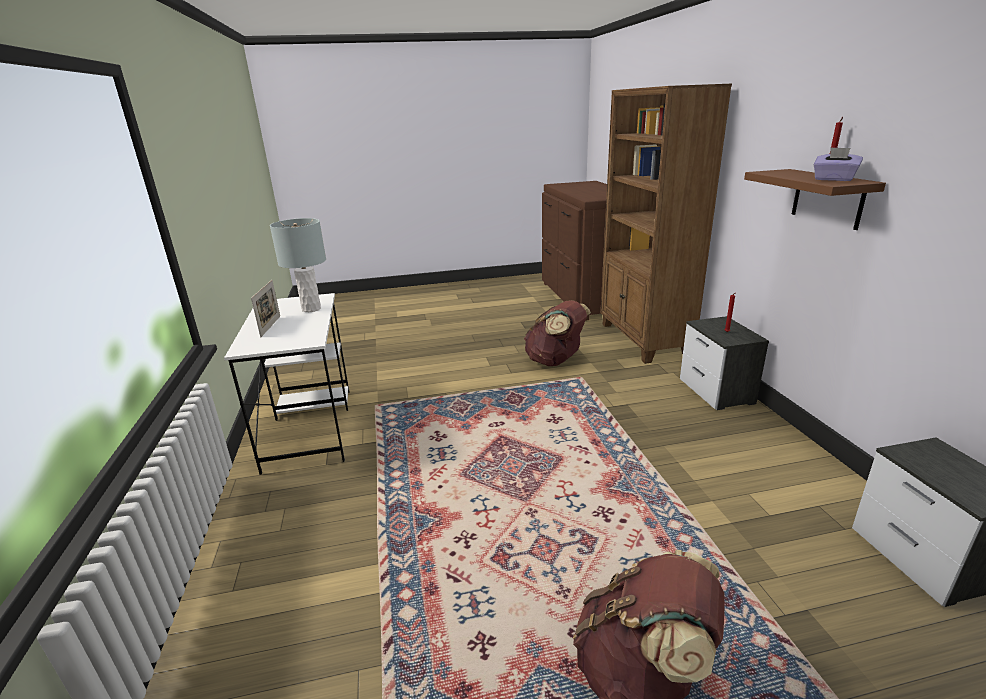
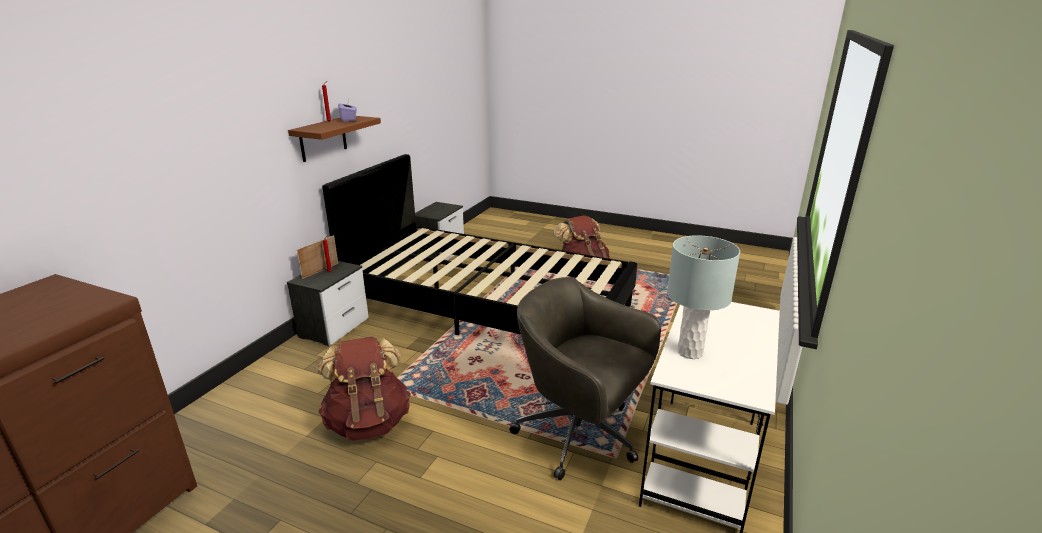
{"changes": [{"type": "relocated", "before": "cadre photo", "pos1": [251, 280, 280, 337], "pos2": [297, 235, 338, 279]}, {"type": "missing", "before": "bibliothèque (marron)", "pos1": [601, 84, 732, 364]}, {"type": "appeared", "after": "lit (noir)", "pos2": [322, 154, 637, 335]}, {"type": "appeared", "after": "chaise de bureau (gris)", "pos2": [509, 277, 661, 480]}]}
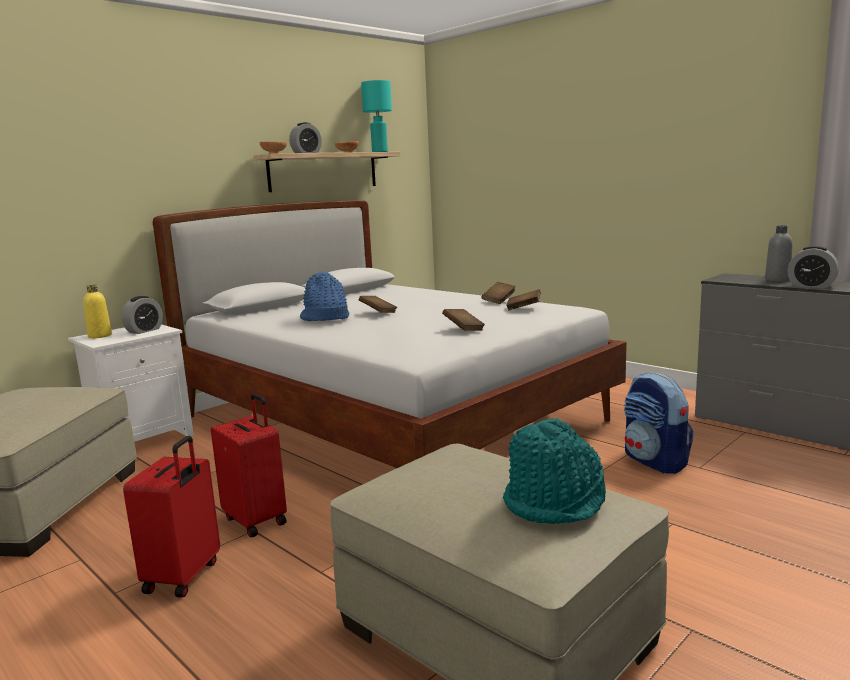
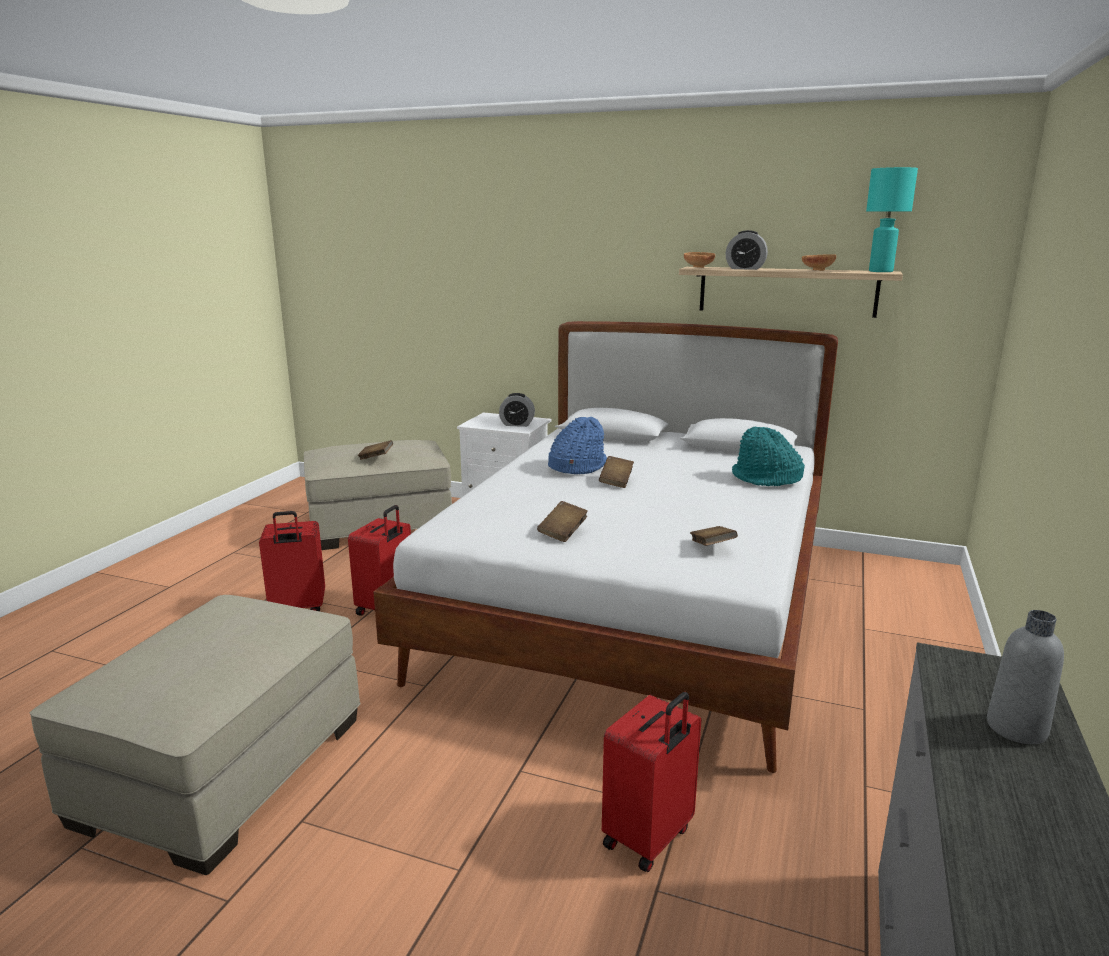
{"changes": [{"type": "missing", "before": "bouteille (jaune)", "pos1": [83, 285, 112, 338]}, {"type": "relocated", "before": "livre (marron)", "pos1": [482, 282, 516, 304], "pos2": [358, 440, 393, 460]}, {"type": "relocated", "before": "chapeau (turquoise)", "pos1": [503, 418, 606, 524], "pos2": [732, 427, 805, 486]}, {"type": "exchanged", "before": "sac à dos", "after": "valise (rouge)", "pos1": [624, 373, 693, 474], "pos2": [602, 692, 701, 872]}, {"type": "missing", "before": "réveil", "pos1": [787, 246, 839, 288]}]}
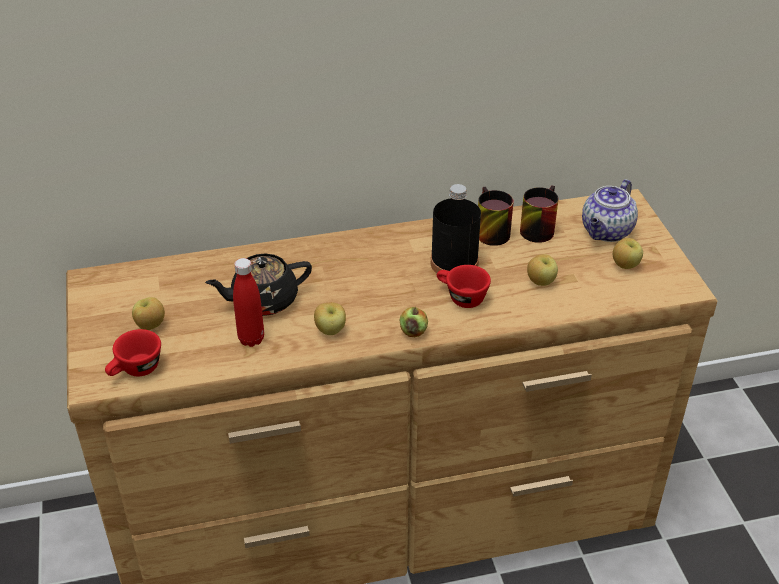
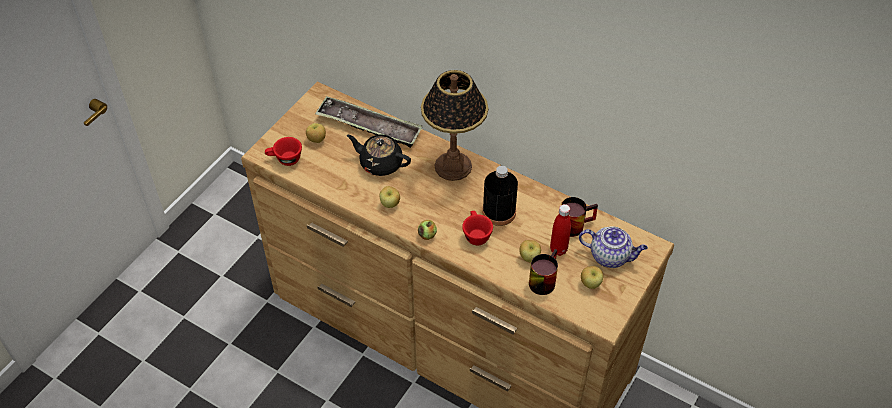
{"changes": [{"type": "relocated", "before": "bouteille (rouge)", "pos1": [233, 258, 264, 347], "pos2": [550, 204, 571, 256]}, {"type": "relocated", "before": "mug", "pos1": [478, 187, 514, 246], "pos2": [529, 249, 558, 295]}, {"type": "spun", "before": "théière", "pos1": [582, 179, 638, 242], "pos2": [579, 226, 648, 268], "turn": -150}, {"type": "appeared", "after": "plateau", "pos2": [315, 96, 423, 148]}, {"type": "appeared", "after": "lampe de table", "pos2": [421, 70, 488, 181]}]}
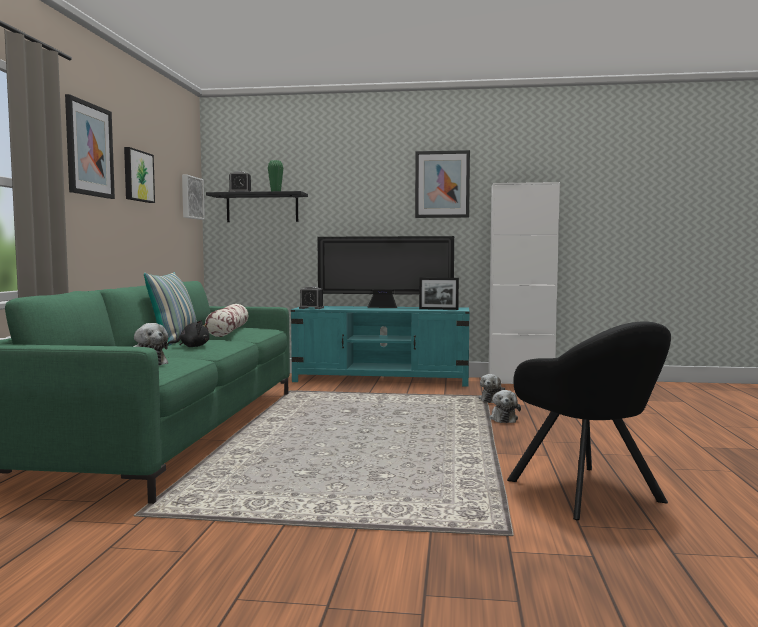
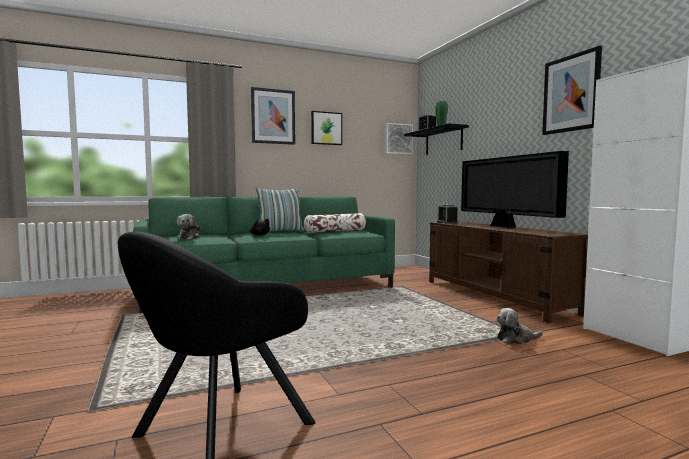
{"changes": [{"type": "colour", "before": "meuble télé (turquoise)", "after": "meuble télé (marron)", "pos1": [291, 306, 470, 387], "pos2": [429, 221, 588, 323]}, {"type": "missing", "before": "cadre photo", "pos1": [419, 278, 459, 310]}, {"type": "missing", "before": "peluche", "pos1": [489, 390, 521, 423]}]}
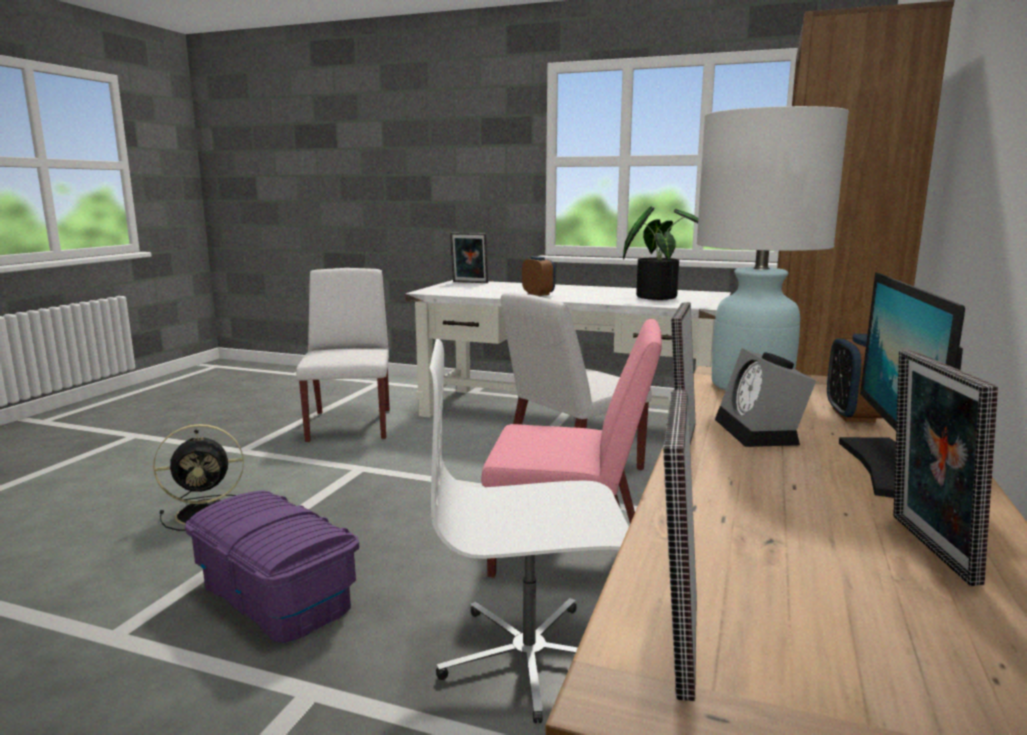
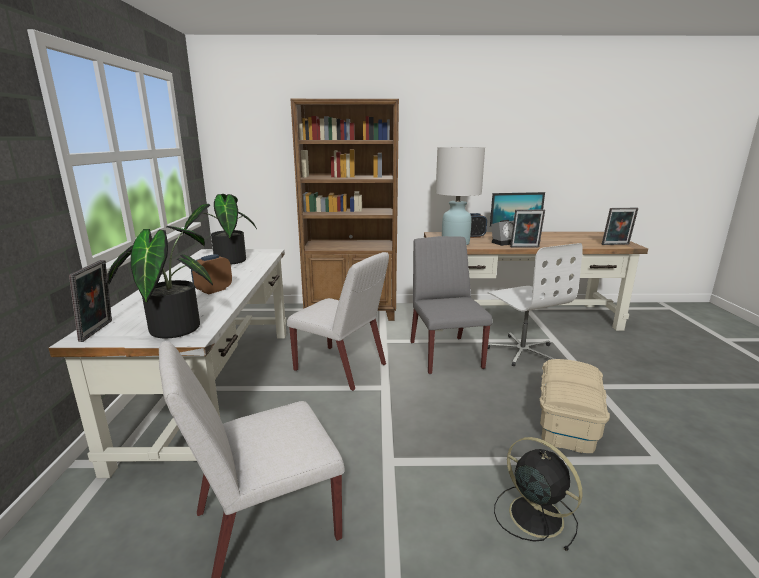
{"changes": [{"type": "colour", "before": "boîte de rangement (violet)", "after": "boîte de rangement (beige)", "pos1": [185, 491, 359, 643], "pos2": [540, 359, 610, 453]}, {"type": "colour", "before": "chaise (rose)", "after": "chaise (gris)", "pos1": [481, 319, 662, 578], "pos2": [410, 236, 492, 374]}, {"type": "missing", "before": "cadre photo", "pos1": [893, 350, 998, 586]}, {"type": "appeared", "after": "plante en pot", "pos2": [108, 226, 213, 338]}]}
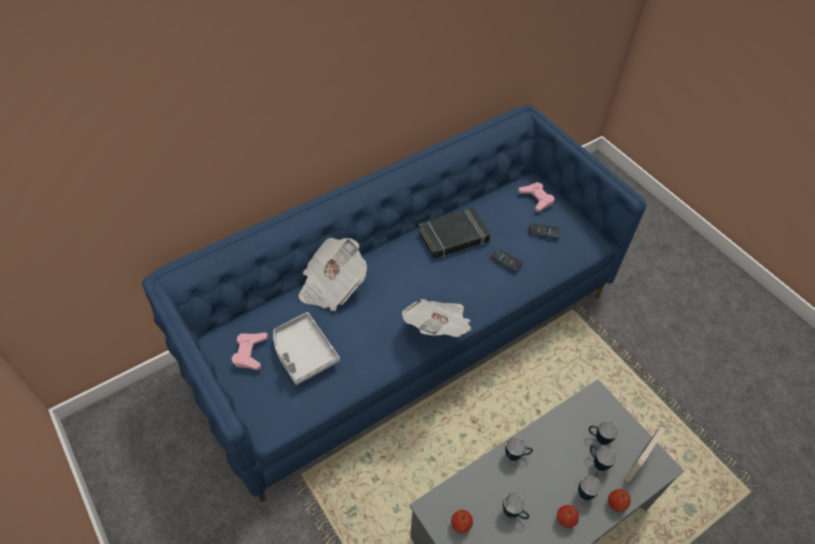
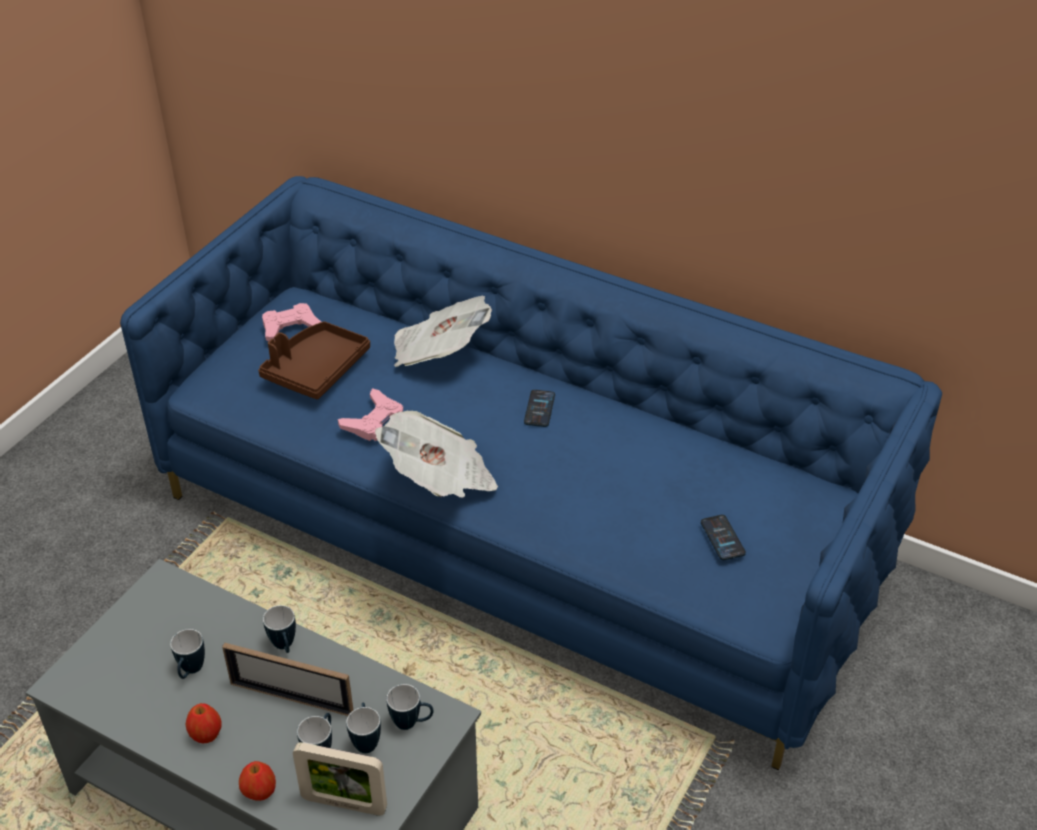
{"changes": [{"type": "colour", "before": "plateau (gris)", "after": "plateau (marron)", "pos1": [273, 312, 340, 385], "pos2": [258, 321, 370, 399]}, {"type": "missing", "before": "livre (noir)", "pos1": [418, 207, 491, 259]}, {"type": "missing", "before": "pomme", "pos1": [451, 510, 473, 534]}, {"type": "relocated", "before": "téléphone", "pos1": [490, 249, 523, 272], "pos2": [524, 390, 555, 427]}, {"type": "relocated", "before": "manette (rose)", "pos1": [518, 182, 555, 212], "pos2": [338, 388, 403, 441]}, {"type": "relocated", "before": "mug", "pos1": [578, 473, 601, 500], "pos2": [387, 684, 434, 730]}, {"type": "appeared", "after": "cadre photo", "pos2": [222, 643, 353, 716]}]}
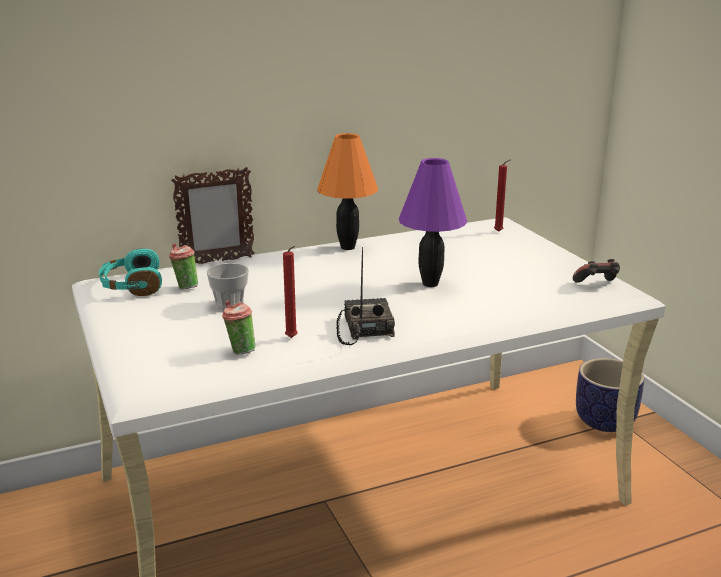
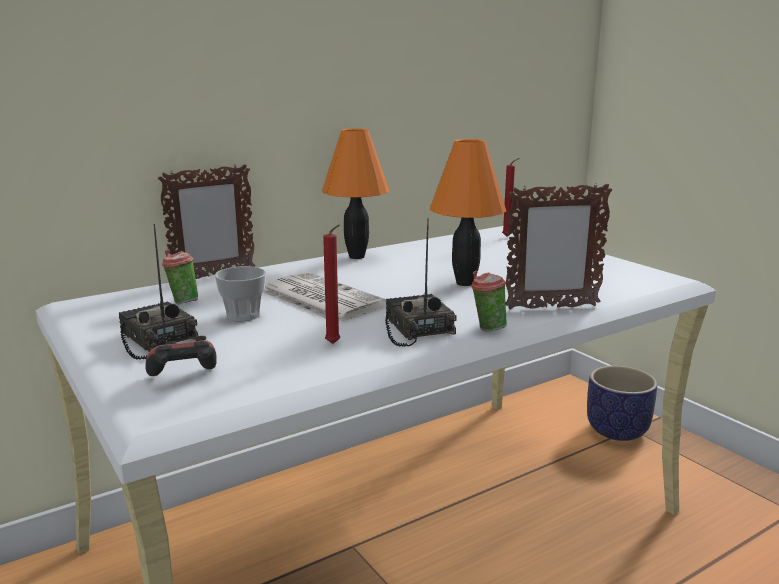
{"changes": [{"type": "missing", "before": "casque audio (turquoise)", "pos1": [99, 248, 162, 296]}, {"type": "relocated", "before": "tasse", "pos1": [222, 300, 255, 355], "pos2": [471, 270, 507, 332]}, {"type": "colour", "before": "lampe de table (violet)", "after": "lampe de table (orange)", "pos1": [399, 158, 467, 287], "pos2": [430, 139, 506, 286]}, {"type": "relocated", "before": "manette", "pos1": [573, 259, 620, 283], "pos2": [145, 336, 217, 376]}, {"type": "appeared", "after": "radio", "pos2": [118, 224, 198, 360]}, {"type": "appeared", "after": "journal", "pos2": [263, 272, 386, 322]}, {"type": "appeared", "after": "cadre photo", "pos2": [506, 184, 612, 310]}]}
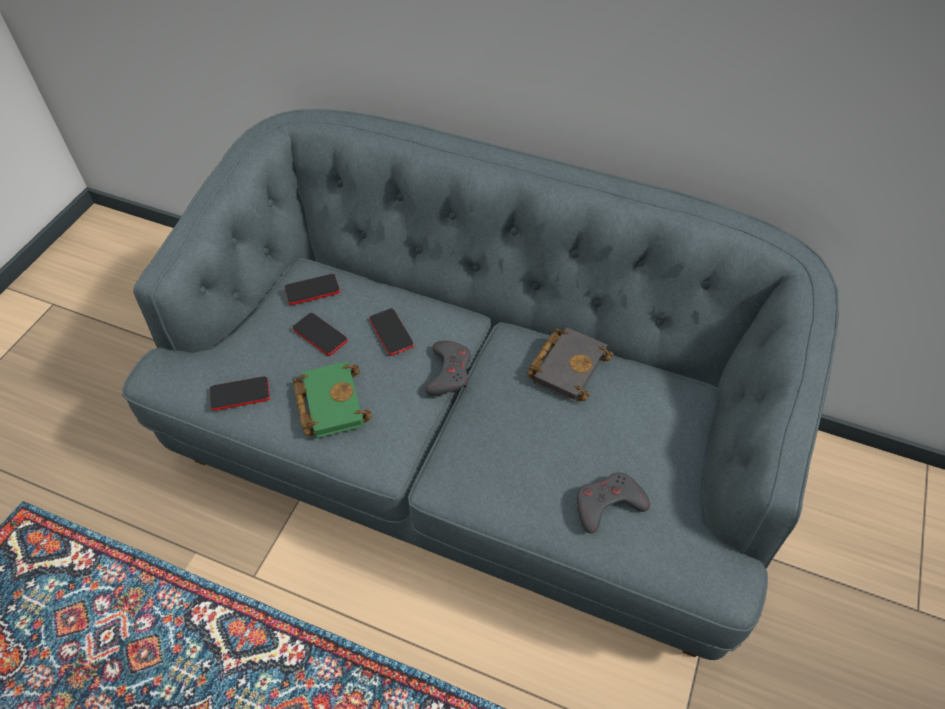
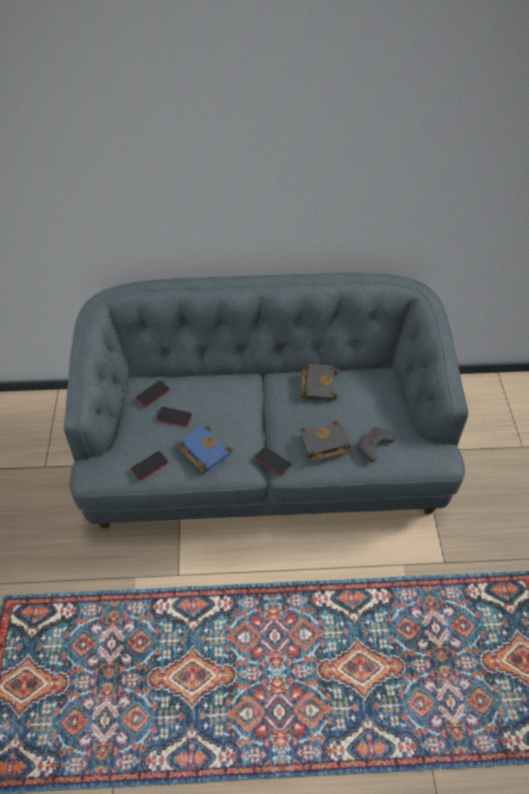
{"changes": [{"type": "colour", "before": "livre (vert)", "after": "livre (bleu)", "pos1": [293, 361, 372, 438], "pos2": [178, 425, 233, 472]}, {"type": "relocated", "before": "téléphone", "pos1": [370, 308, 414, 356], "pos2": [255, 447, 291, 476]}, {"type": "missing", "before": "manette (gris)", "pos1": [425, 341, 471, 396]}, {"type": "appeared", "after": "livre (noir)", "pos2": [300, 420, 351, 461]}]}
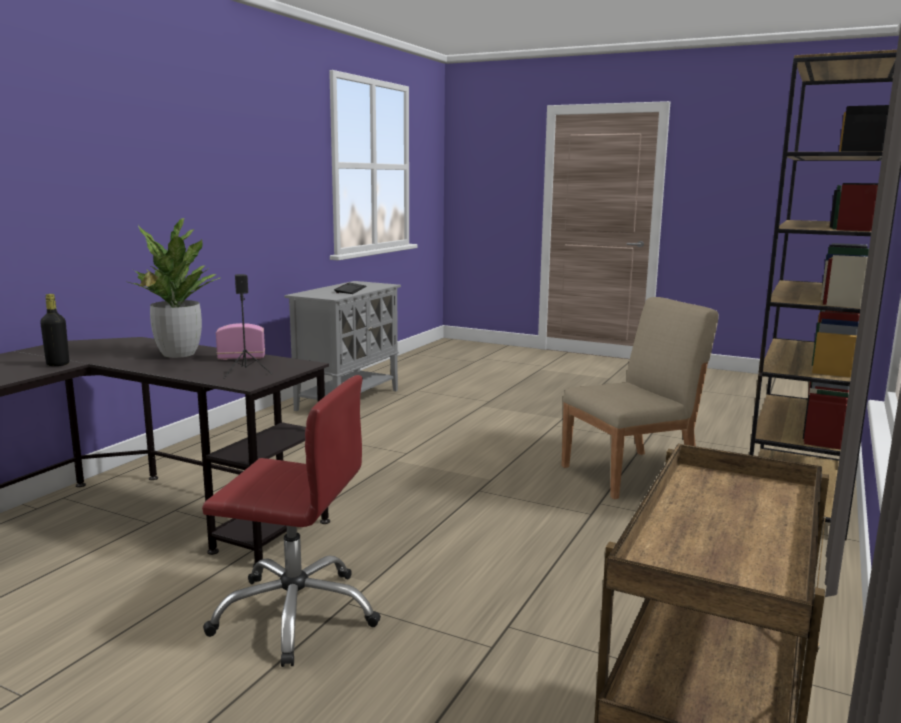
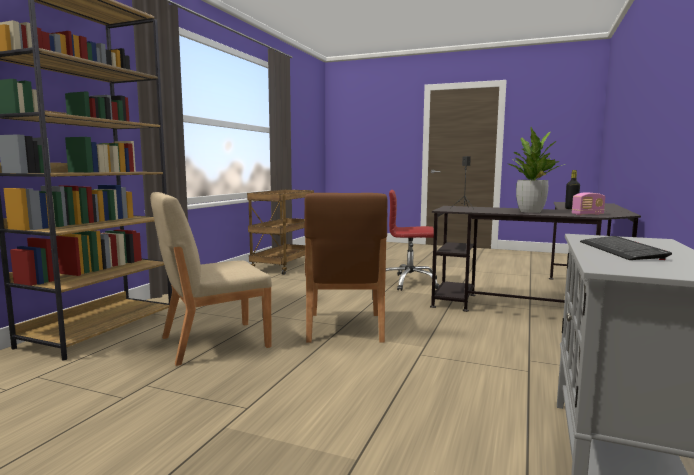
{"changes": [{"type": "relocated", "before": "radio", "pos1": [216, 323, 265, 360], "pos2": [572, 192, 605, 215]}, {"type": "appeared", "after": "chaise (marron)", "pos2": [304, 193, 388, 343]}]}
